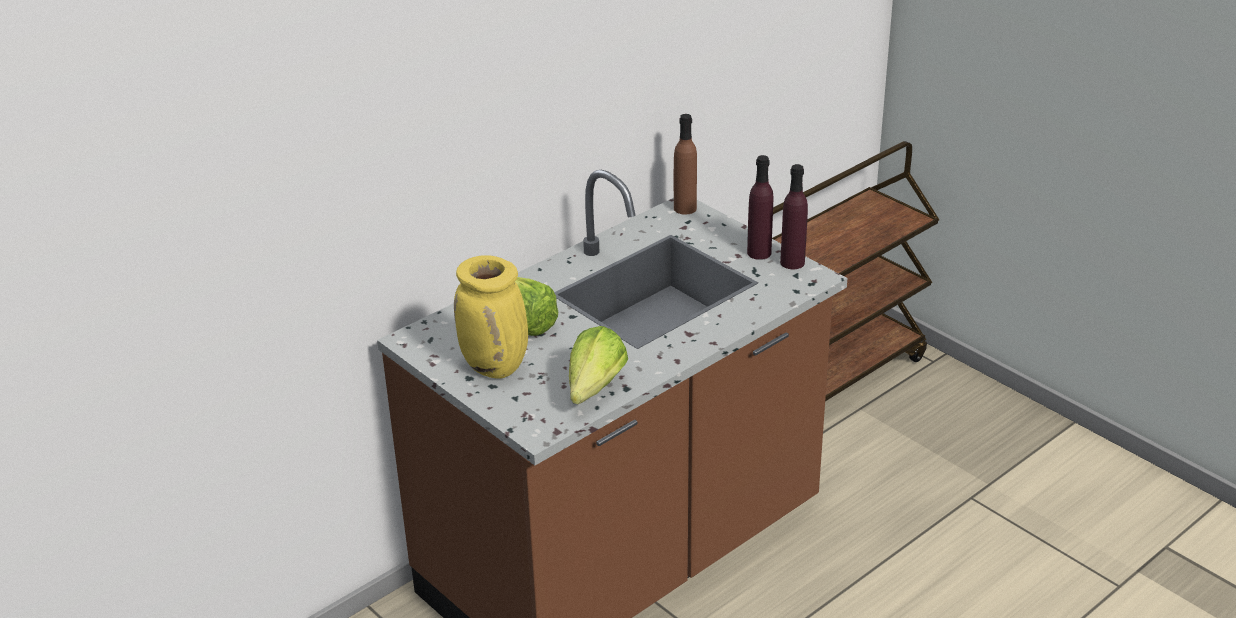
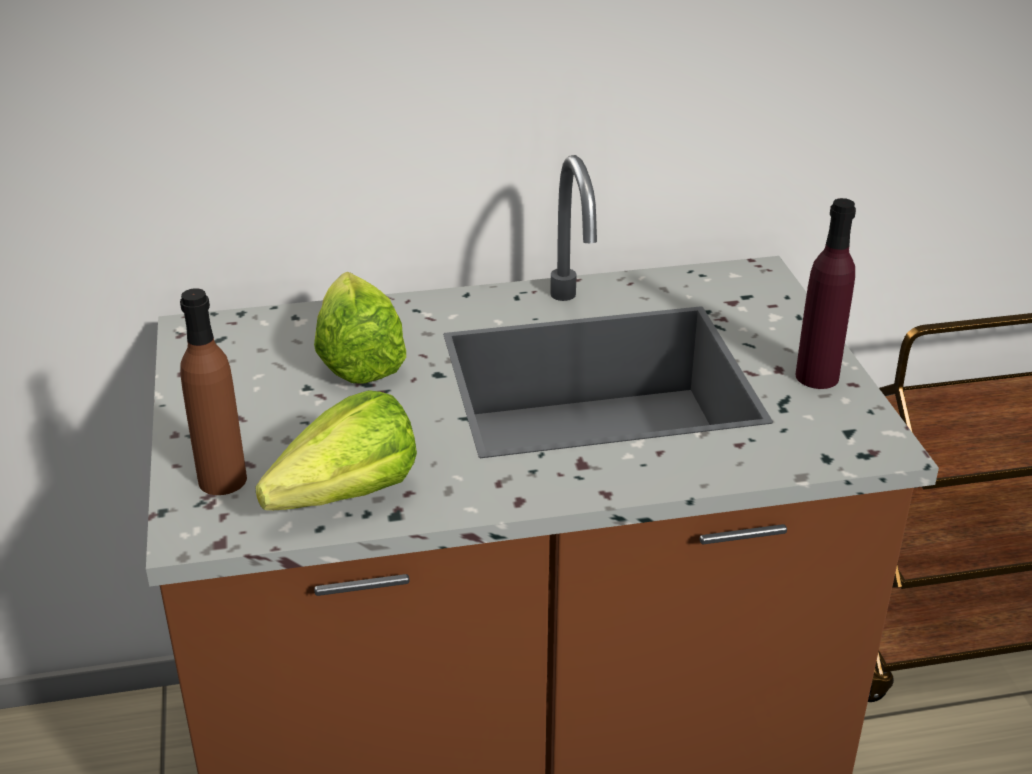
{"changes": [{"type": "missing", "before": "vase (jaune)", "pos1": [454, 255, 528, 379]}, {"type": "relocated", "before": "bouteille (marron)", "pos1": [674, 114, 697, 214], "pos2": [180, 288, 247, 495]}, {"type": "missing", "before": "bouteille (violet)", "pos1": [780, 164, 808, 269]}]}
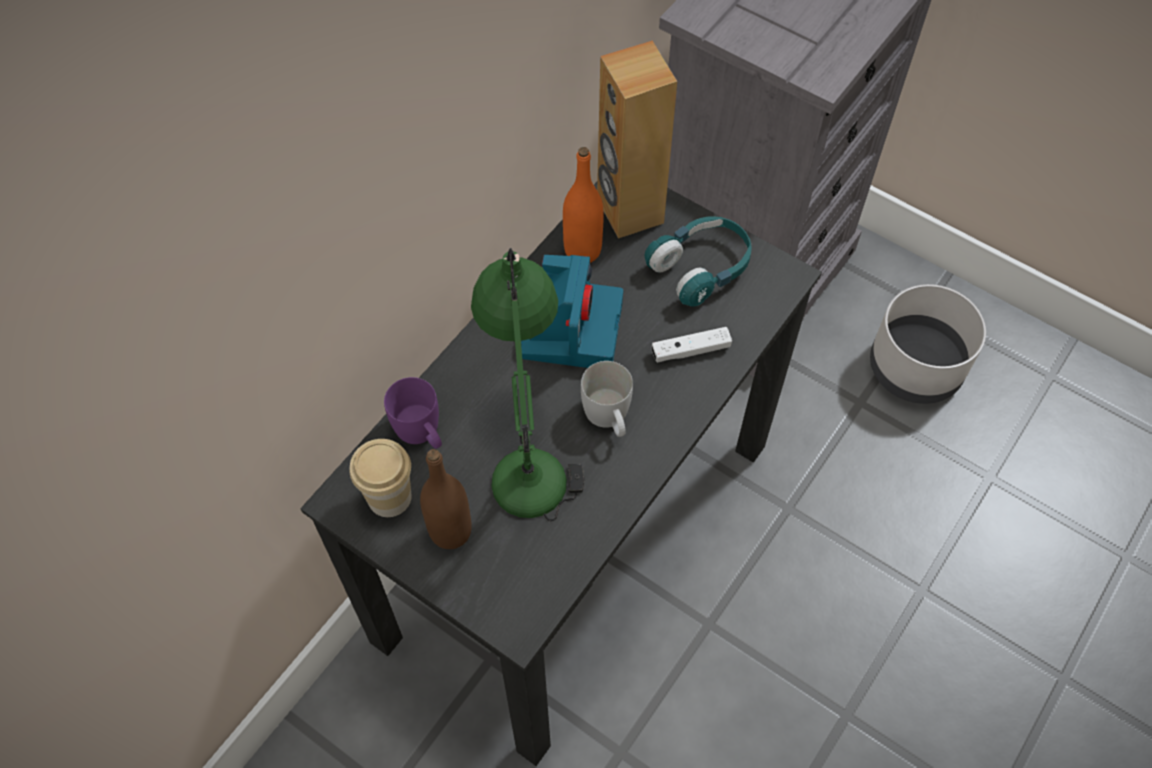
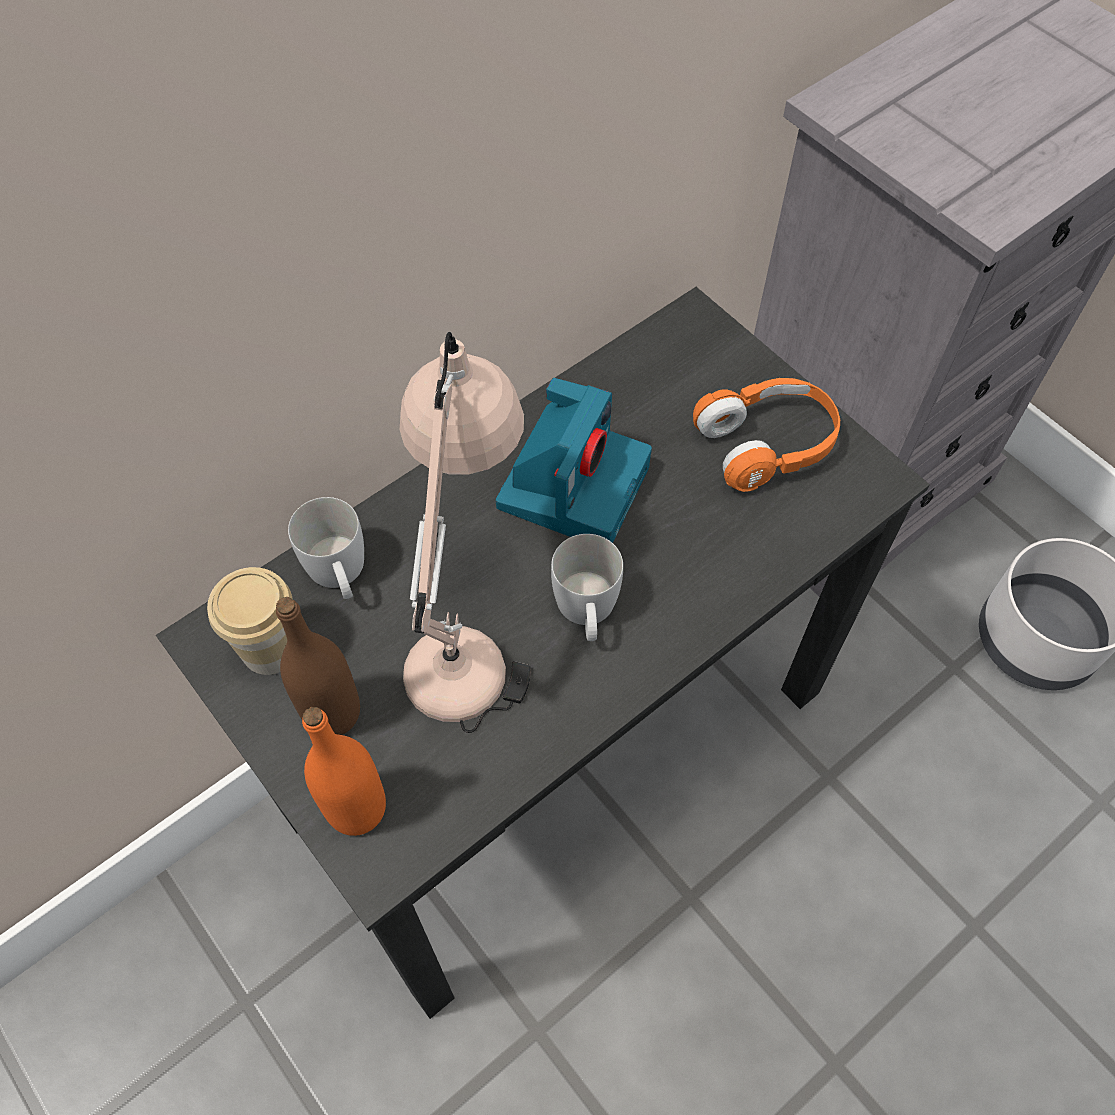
{"changes": [{"type": "colour", "before": "mug (violet)", "after": "mug (blanc)", "pos1": [384, 377, 442, 449], "pos2": [288, 497, 364, 599]}, {"type": "colour", "before": "lampe de table (vert)", "after": "lampe de table (beige)", "pos1": [471, 248, 584, 521], "pos2": [400, 332, 530, 733]}, {"type": "relocated", "before": "bouteille (orange)", "pos1": [563, 147, 604, 263], "pos2": [302, 707, 386, 836]}, {"type": "missing", "before": "enceinte (marron)", "pos1": [597, 41, 677, 239]}, {"type": "colour", "before": "casque audio (turquoise)", "after": "casque audio (orange)", "pos1": [645, 216, 752, 307], "pos2": [693, 378, 840, 492]}, {"type": "missing", "before": "manette (blanc)", "pos1": [652, 327, 732, 363]}]}
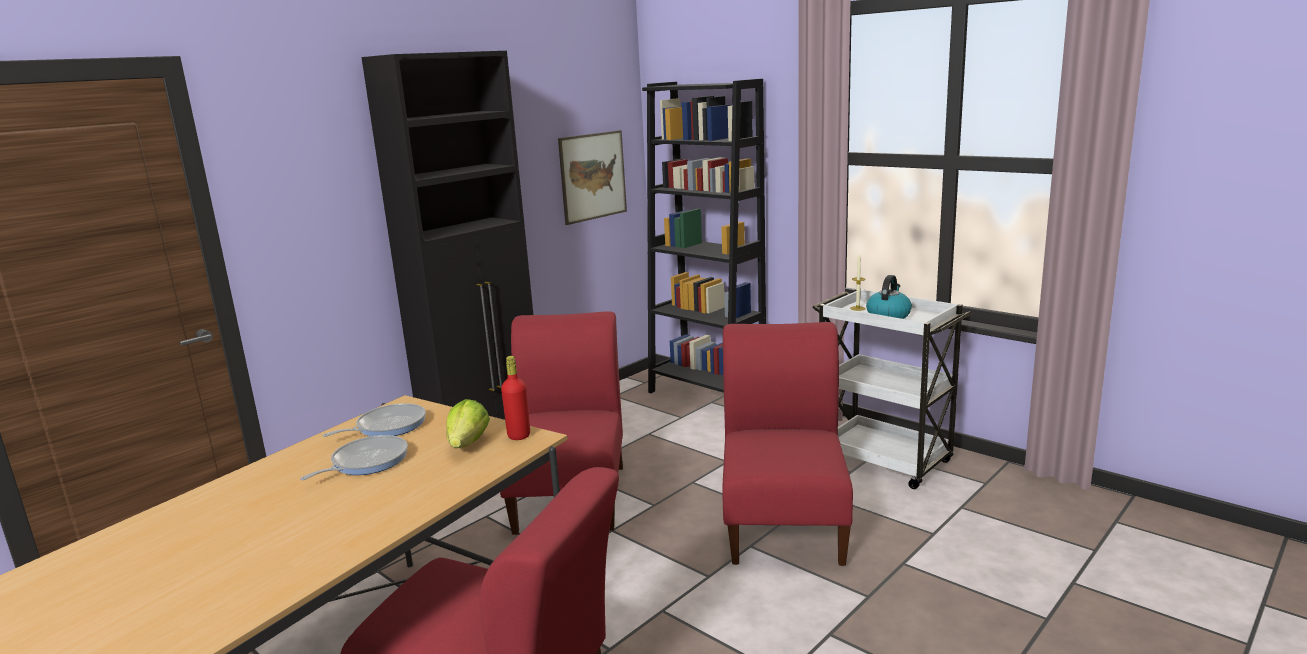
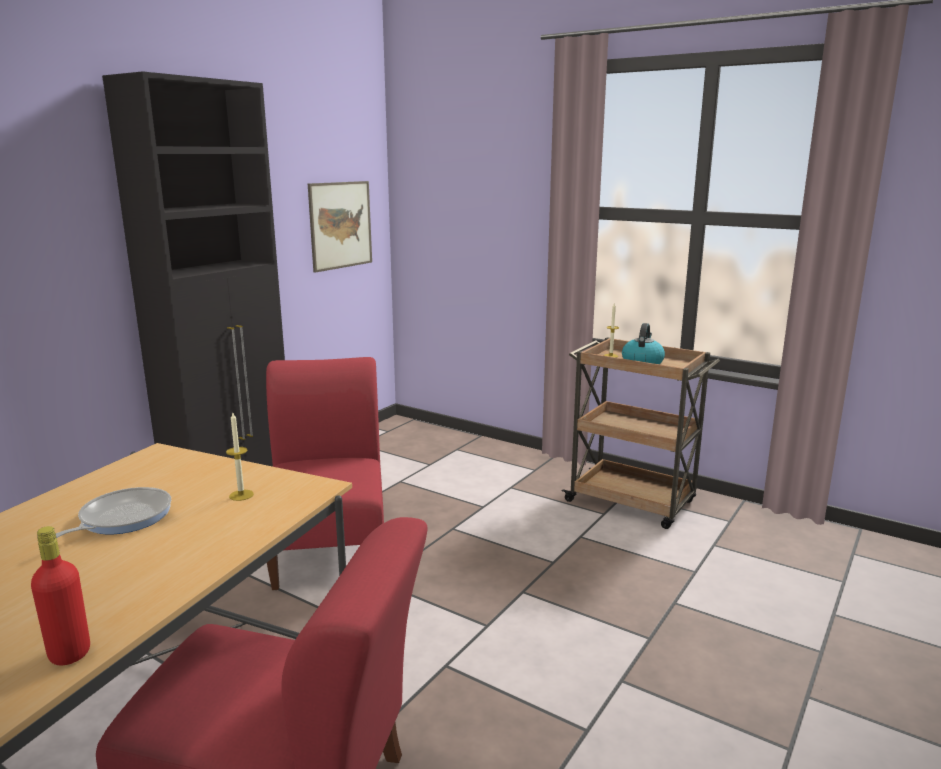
{"changes": [{"type": "missing", "before": "poêle", "pos1": [323, 403, 426, 437]}, {"type": "exchanged", "before": "laitue", "after": "bougie", "pos1": [446, 399, 490, 448], "pos2": [226, 413, 254, 501]}, {"type": "relocated", "before": "bouteille (rouge)", "pos1": [501, 356, 530, 440], "pos2": [31, 526, 90, 665]}, {"type": "missing", "before": "bibliothèque (noir)", "pos1": [642, 79, 766, 393]}, {"type": "missing", "before": "chaise (rouge)", "pos1": [722, 322, 853, 566]}, {"type": "colour", "before": "chariot (blanc)", "after": "chariot (marron)", "pos1": [812, 289, 972, 489], "pos2": [561, 337, 720, 529]}]}
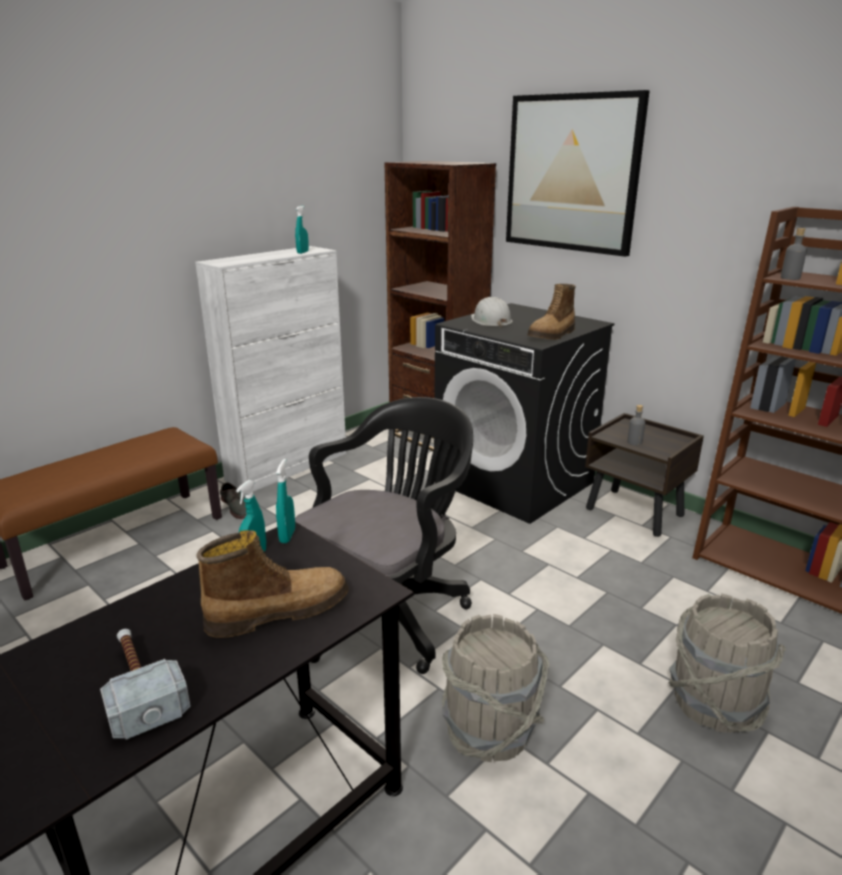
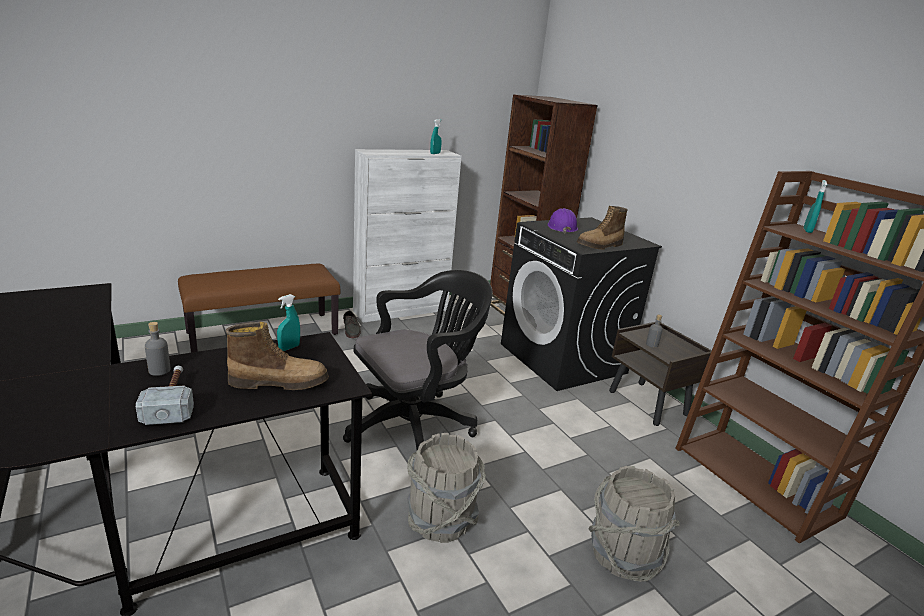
{"changes": [{"type": "relocated", "before": "vaporisateur (turquoise)", "pos1": [276, 459, 295, 543], "pos2": [804, 180, 827, 233]}, {"type": "colour", "before": "casque de chantier (blanc)", "after": "casque de chantier (violet)", "pos1": [471, 297, 513, 328], "pos2": [548, 208, 578, 234]}, {"type": "missing", "before": "tableau", "pos1": [506, 90, 650, 257]}, {"type": "relocated", "before": "bouteille (gris)", "pos1": [781, 228, 807, 280], "pos2": [145, 322, 171, 376]}]}
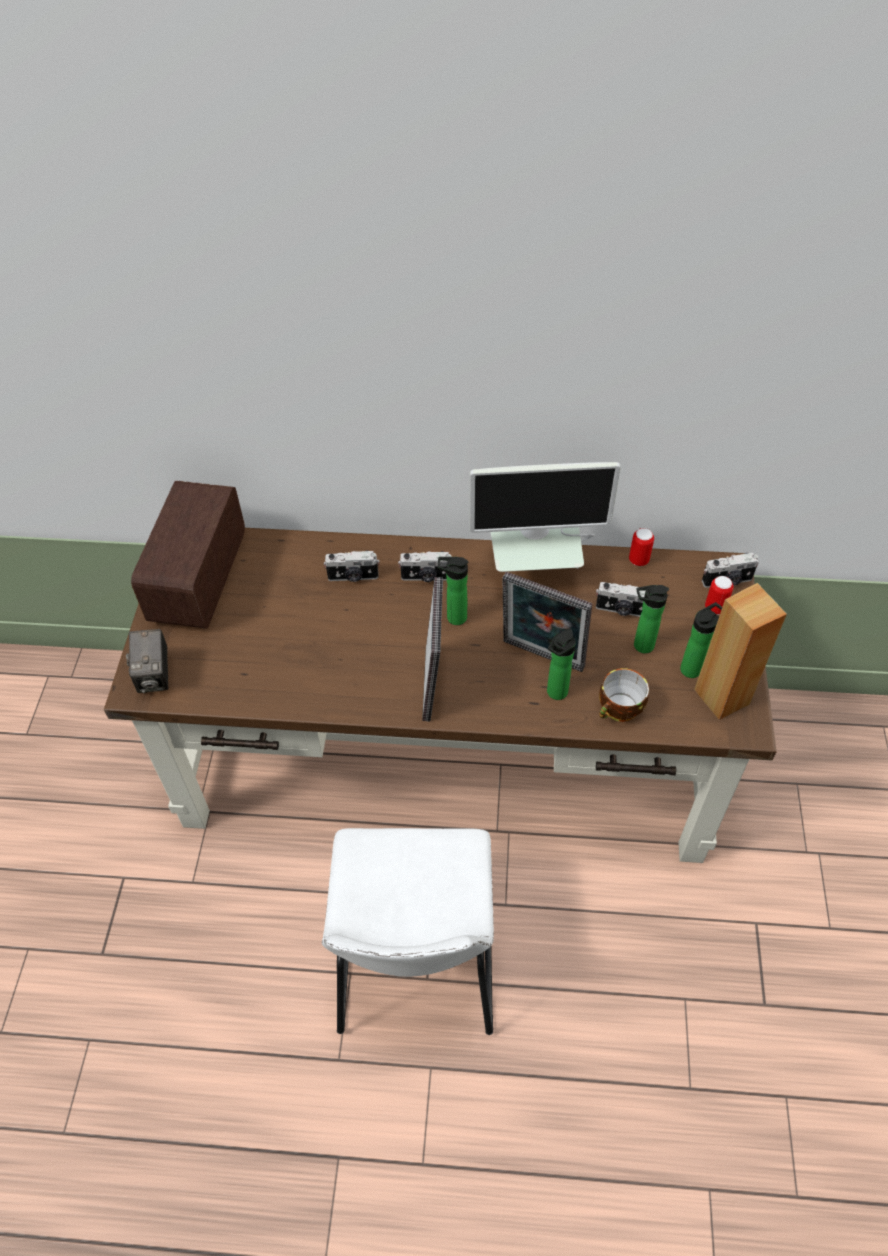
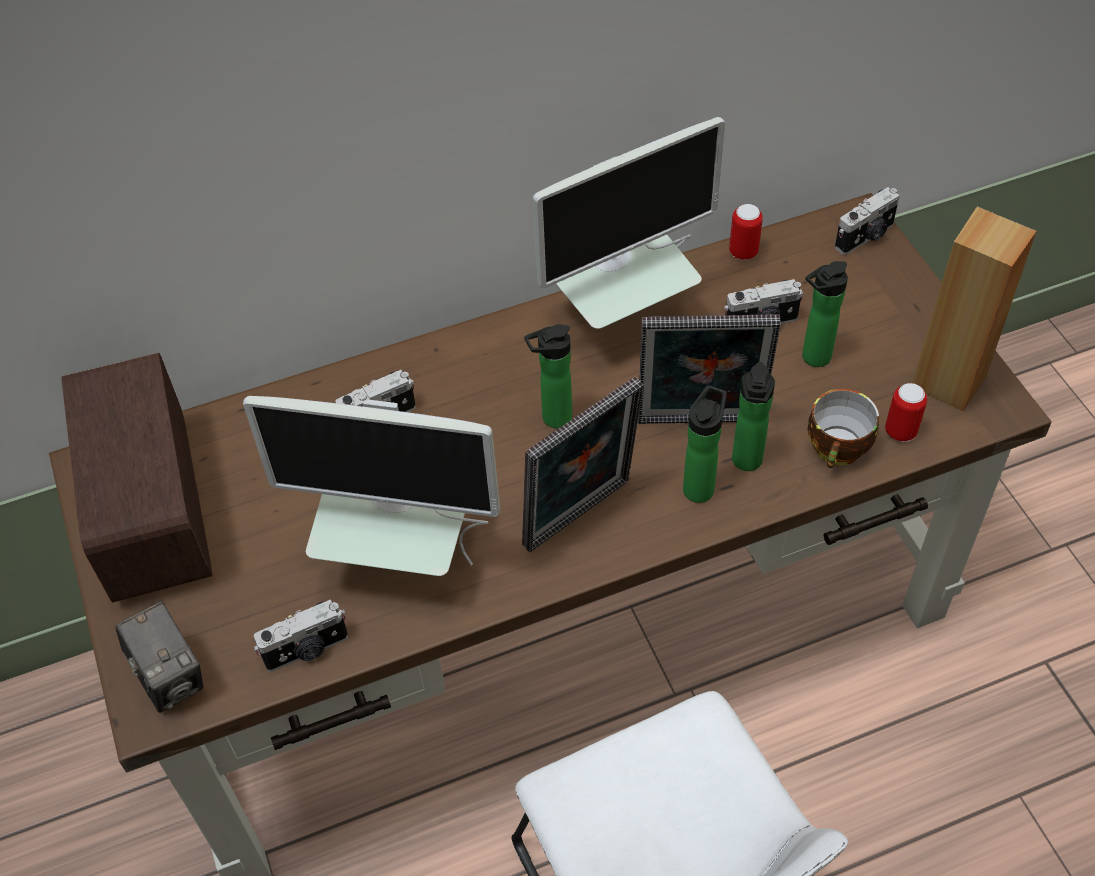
{"changes": [{"type": "relocated", "before": "appareil photo", "pos1": [398, 551, 452, 582], "pos2": [254, 600, 348, 672]}, {"type": "spun", "before": "cadre photo", "pos1": [422, 577, 443, 721], "pos2": [522, 377, 643, 552], "turn": 75}, {"type": "relocated", "before": "bouteille", "pos1": [680, 602, 722, 678], "pos2": [683, 385, 727, 503]}, {"type": "relocated", "before": "boîte métallique", "pos1": [705, 576, 733, 615], "pos2": [885, 383, 927, 442]}, {"type": "appeared", "after": "écran d'ordinateur", "pos2": [243, 396, 500, 576]}]}
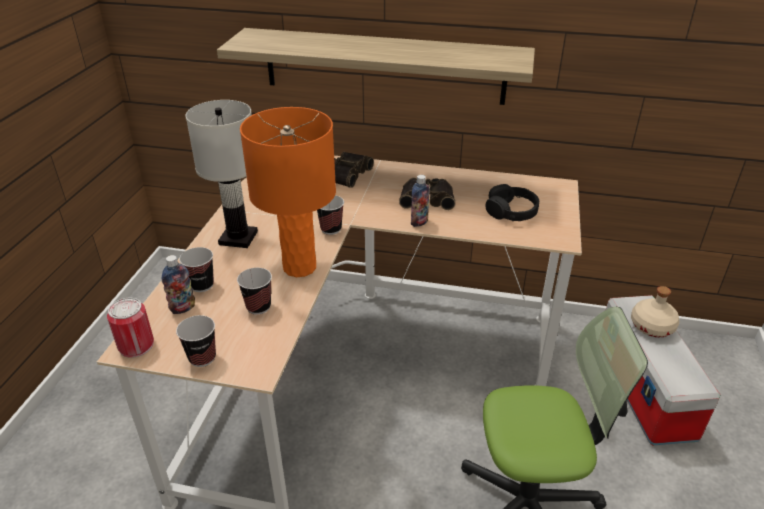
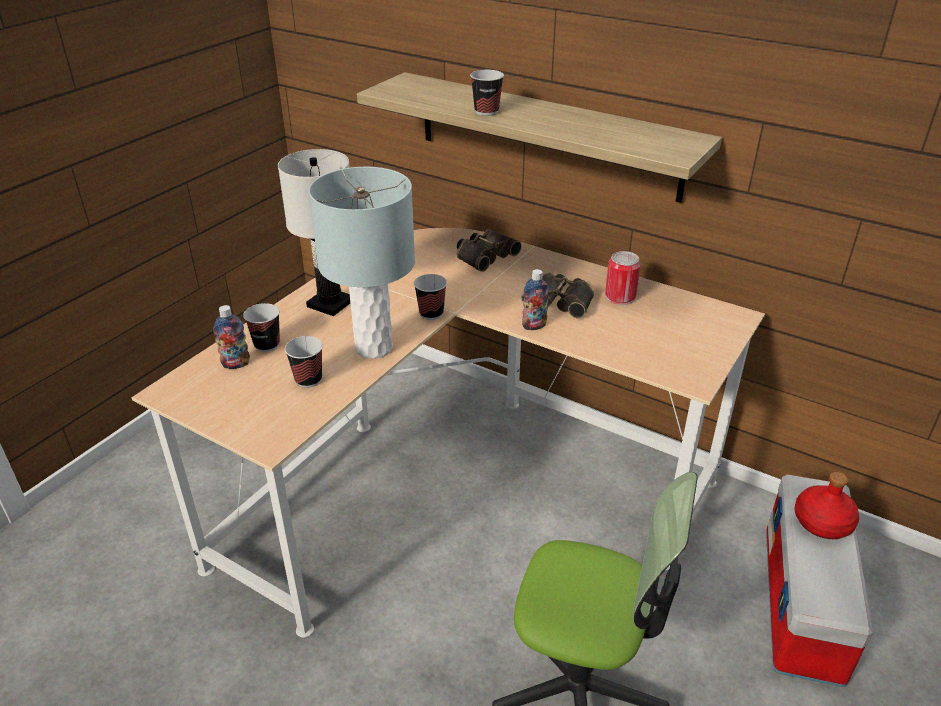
{"changes": [{"type": "relocated", "before": "boîte métallique", "pos1": [107, 298, 154, 358], "pos2": [605, 251, 641, 305]}, {"type": "relocated", "before": "tasse", "pos1": [176, 315, 216, 367], "pos2": [470, 70, 504, 116]}, {"type": "colour", "before": "lampe de table (orange)", "after": "lampe de table (gris)", "pos1": [240, 107, 336, 277], "pos2": [308, 167, 415, 359]}, {"type": "missing", "before": "casque audio (noir)", "pos1": [485, 184, 539, 221]}, {"type": "colour", "before": "bouteille (beige)", "after": "bouteille (rouge)", "pos1": [631, 286, 680, 337], "pos2": [794, 472, 859, 539]}]}
